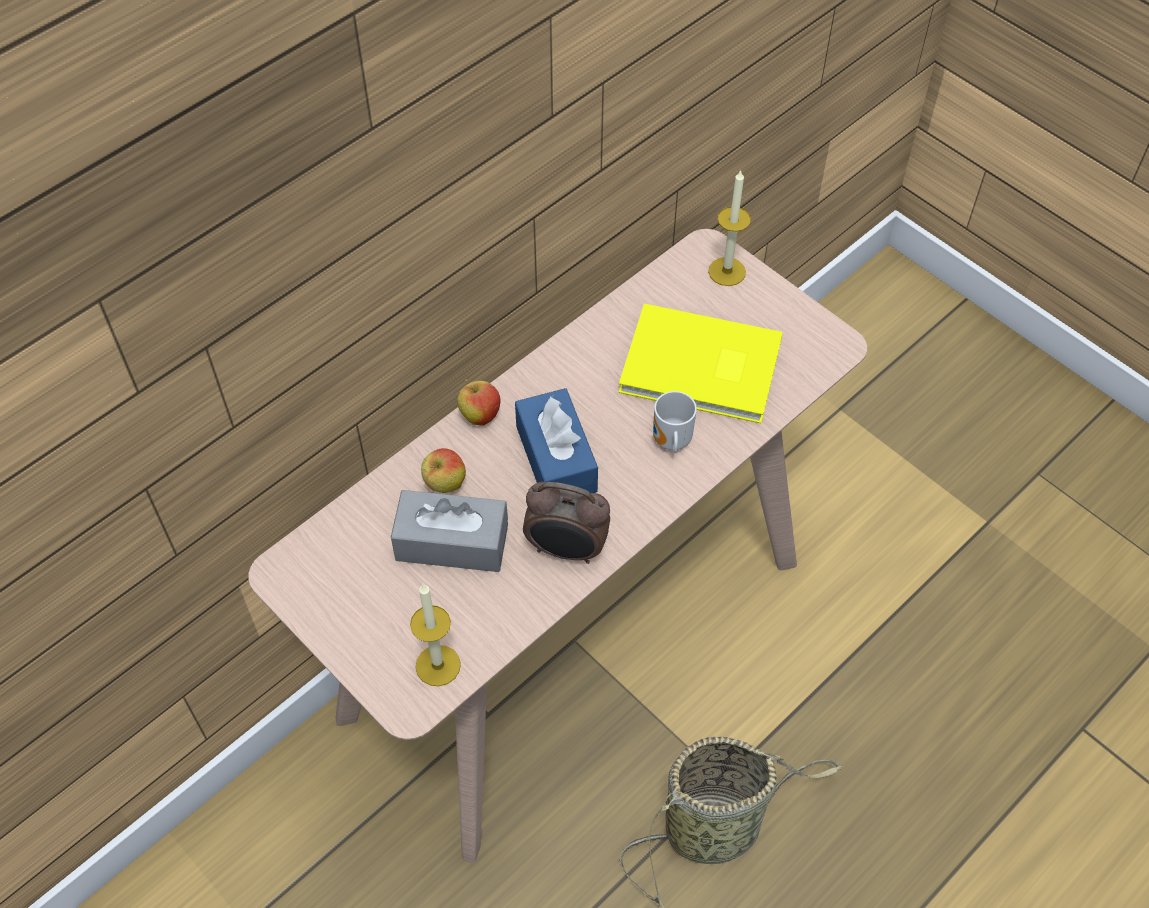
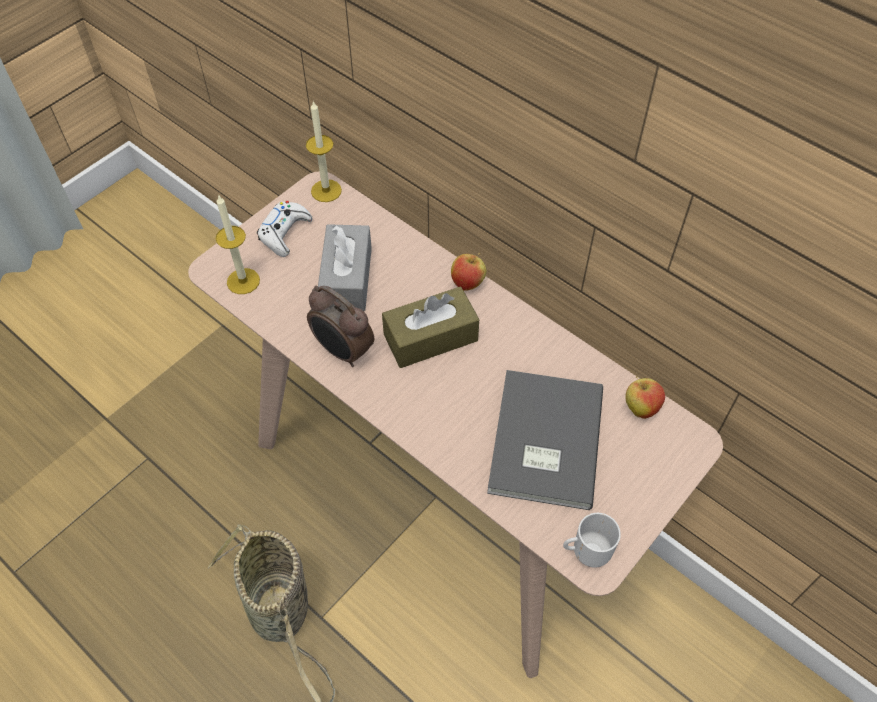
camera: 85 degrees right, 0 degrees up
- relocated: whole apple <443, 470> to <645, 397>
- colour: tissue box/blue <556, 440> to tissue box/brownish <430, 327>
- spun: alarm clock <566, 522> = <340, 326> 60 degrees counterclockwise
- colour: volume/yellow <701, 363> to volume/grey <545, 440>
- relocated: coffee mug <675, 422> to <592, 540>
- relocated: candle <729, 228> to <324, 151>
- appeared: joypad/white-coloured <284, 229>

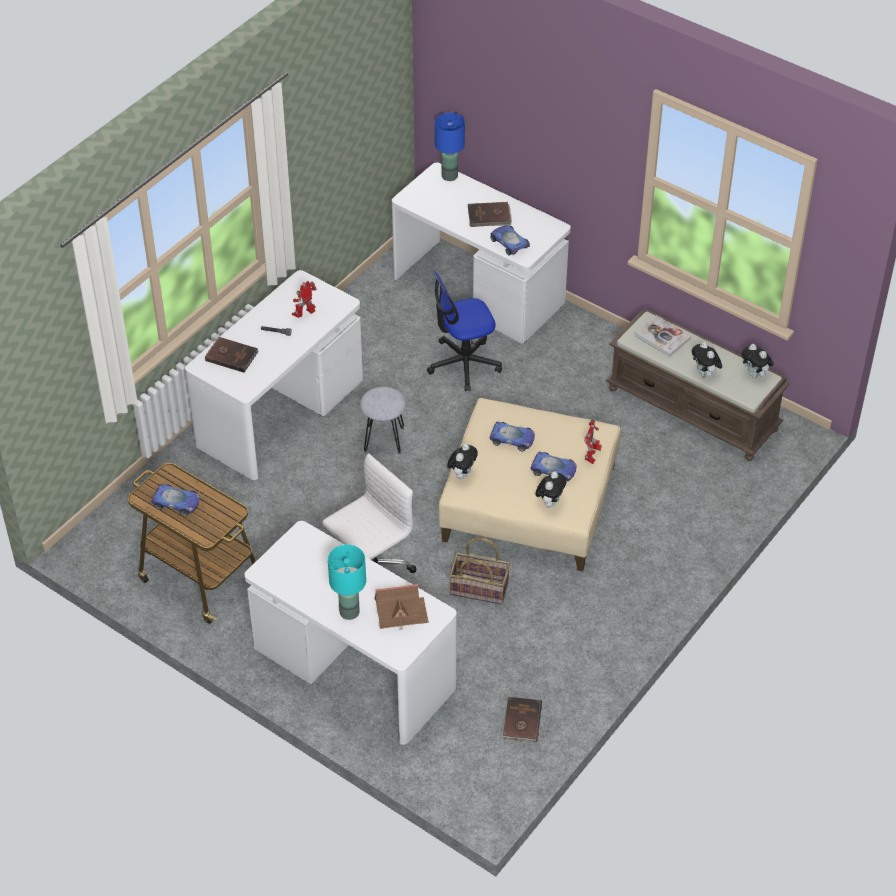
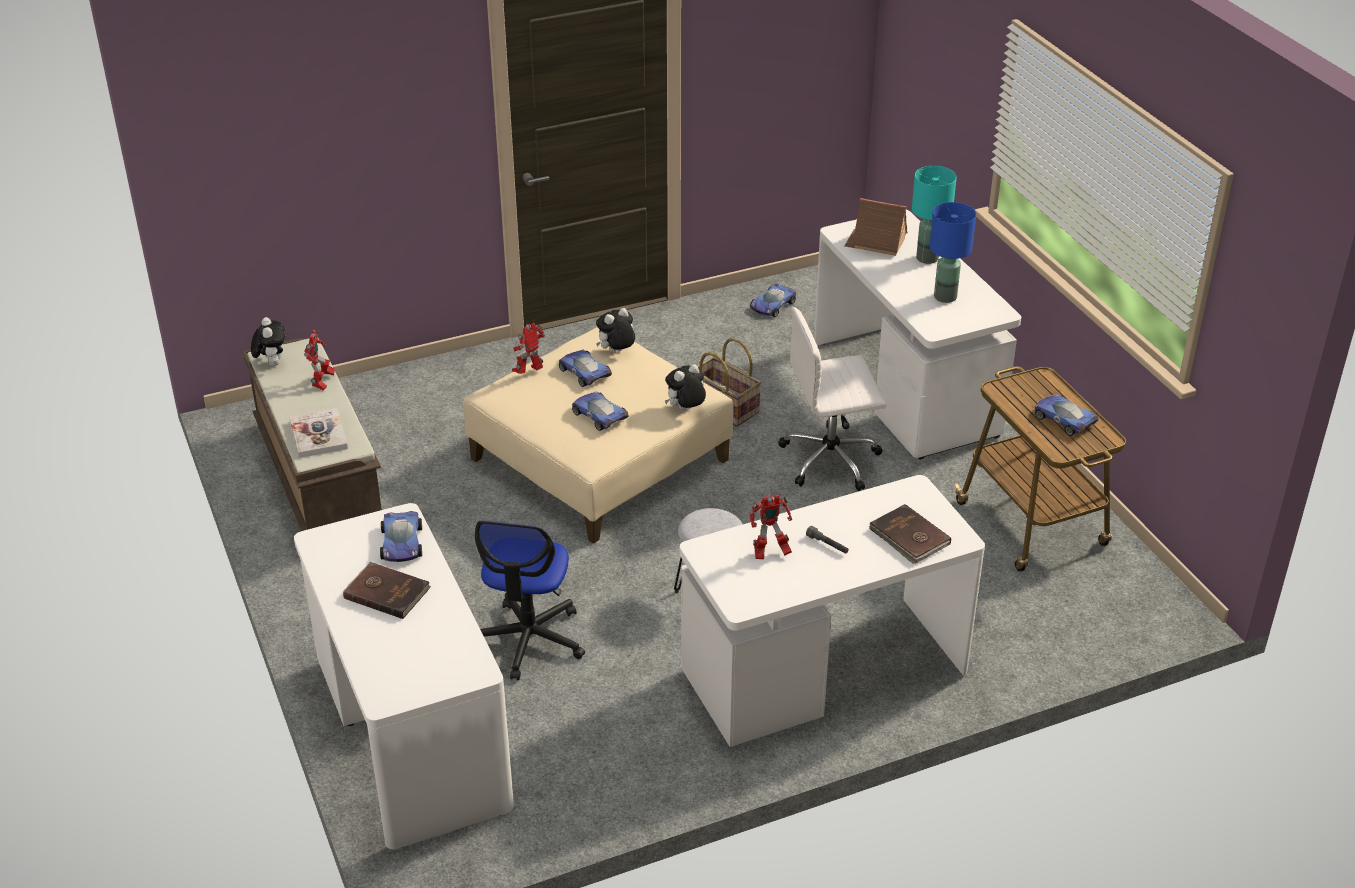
camera: 150 degrees left, 10 degrees down
- spun: office chair <464, 330> = <530, 600> 90 degrees clockwise
- relocated: lamp for a table/blue <450, 146> to <953, 252>
- exchanged: volume/brownish <521, 719> to miniature car <773, 300>
- exchanged: plush toy <707, 359> to robot figure <319, 359>

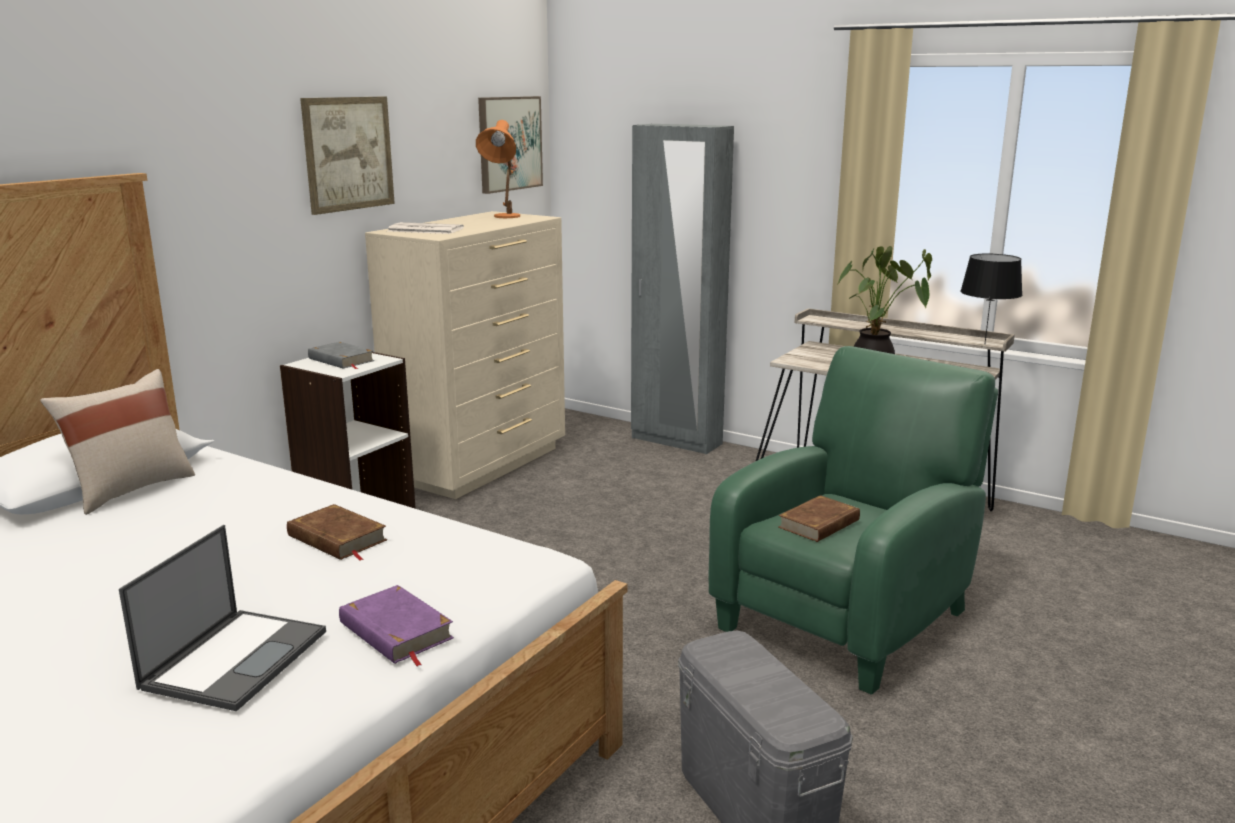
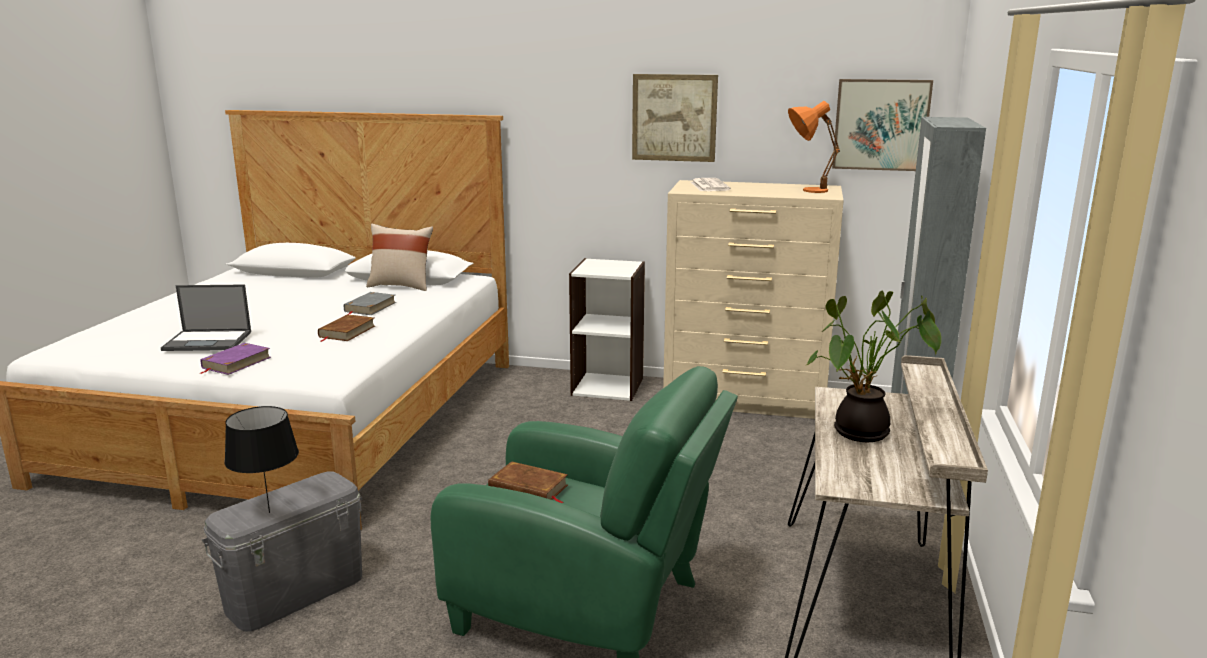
camera: 70 degrees right, 0 degrees up
- relocated: volume/grey <341, 355> to <370, 303>
- relocated: lamp for a table/blackish <991, 299> to <261, 459>

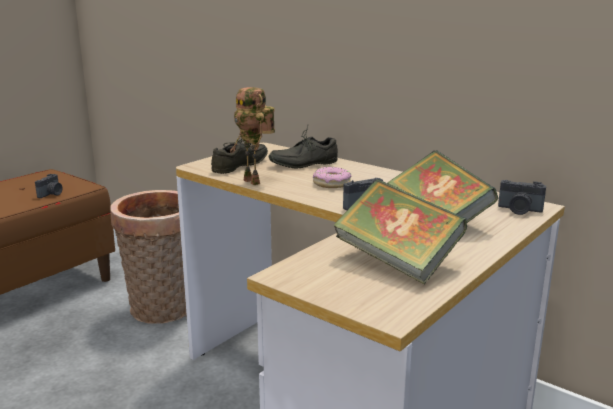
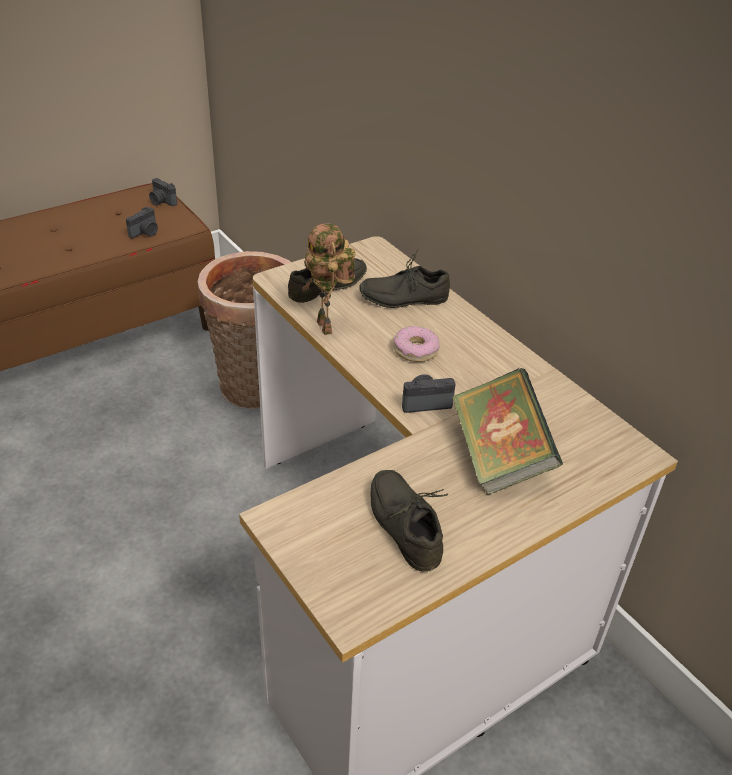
camera: 15 degrees right, 20 degrees up
- exchanged: volume <400, 232> to low shoe/grey <409, 521>
- relocated: still camera <522, 197> to <163, 192>

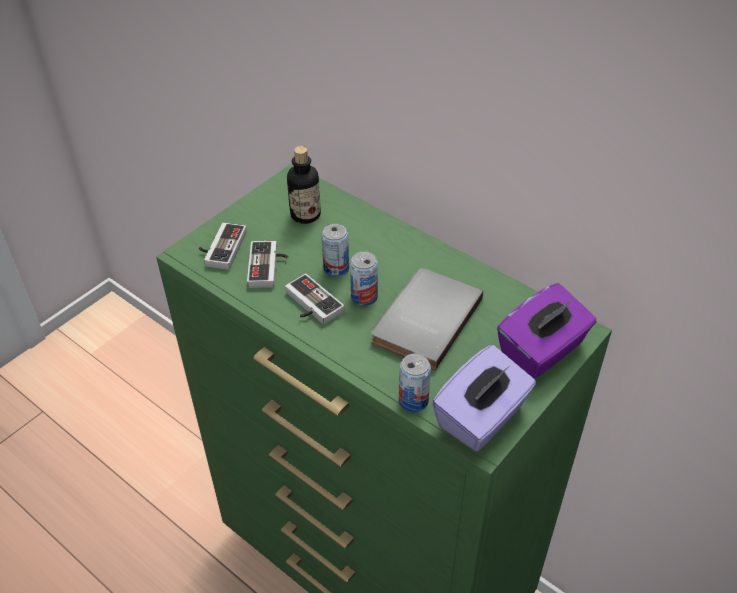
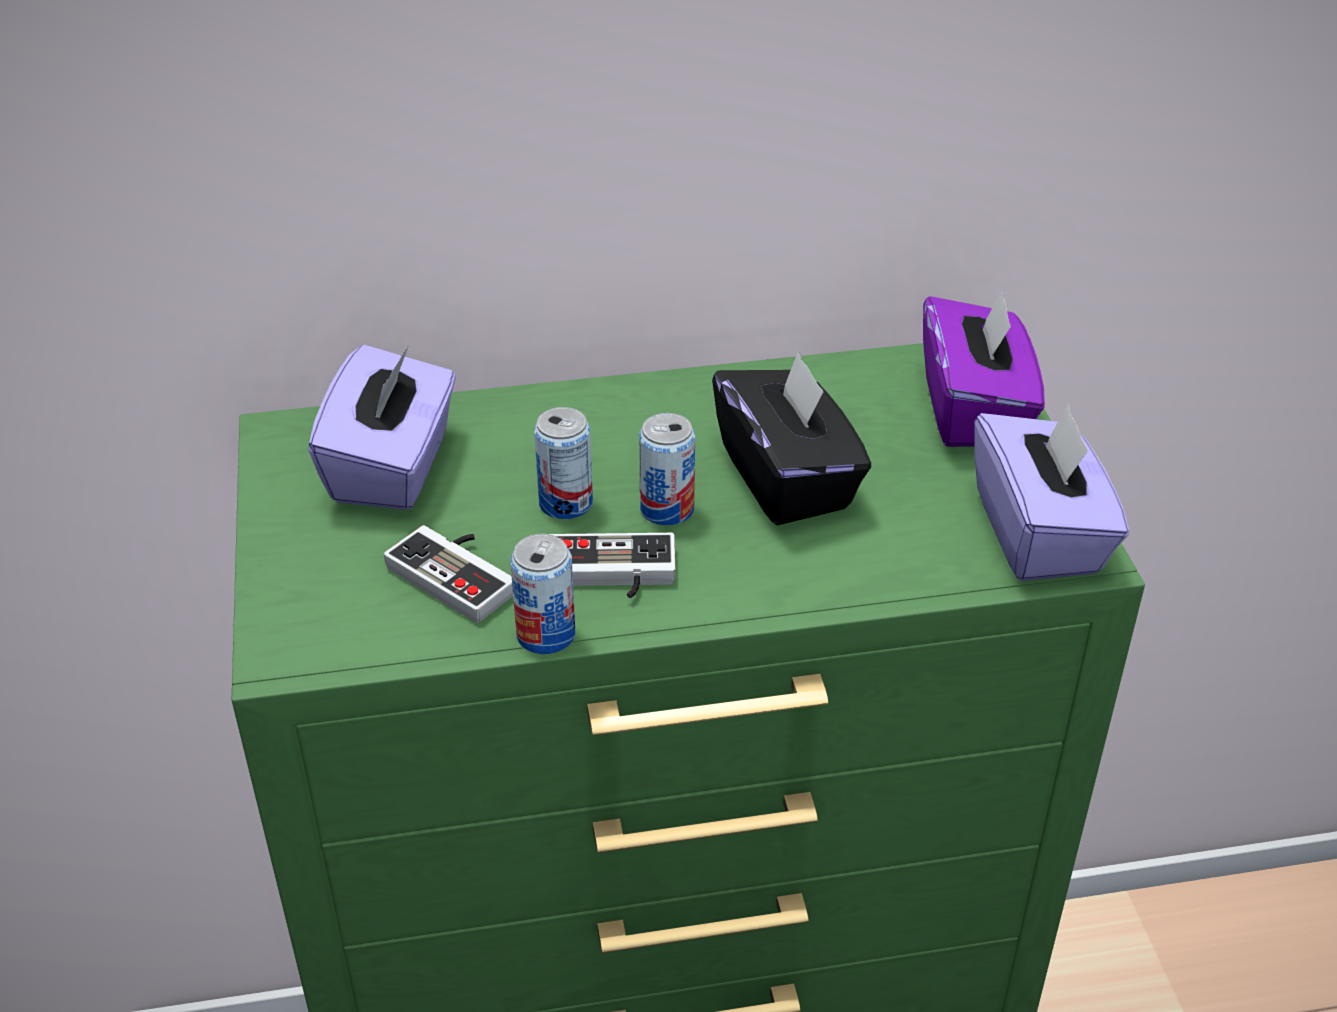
camera: 50 degrees left, 5 degrees down
- missing: joypad <223, 246>
- exchanged: drink bottle <304, 185> to tissue box/purple <382, 427>
- exchanged: volume/grey <427, 319> to tissue box/blackish <791, 438>
- relocated: sealed can <415, 383> to <542, 594>

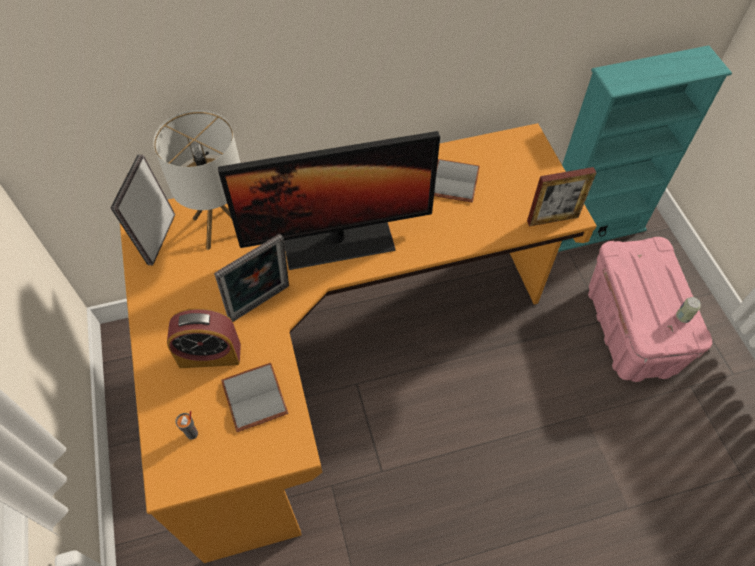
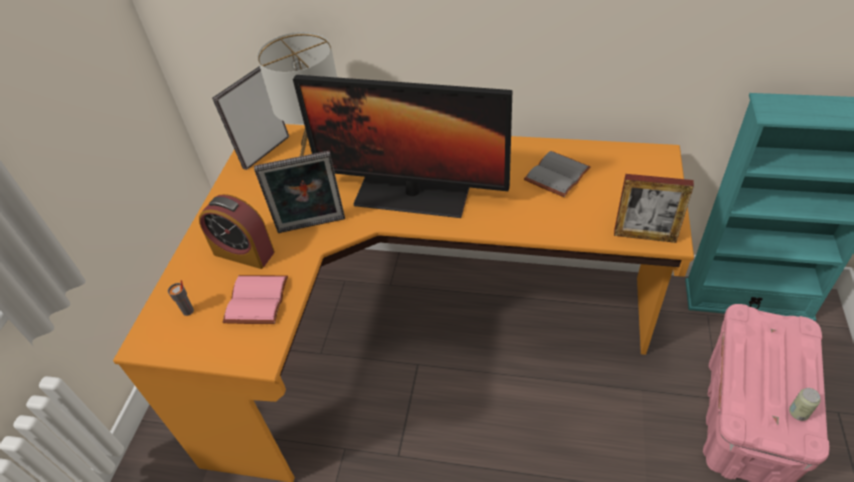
camera: 30 degrees right, 10 degrees down
- colour: volume/grey <254, 397> to volume/pinkish <255, 299>

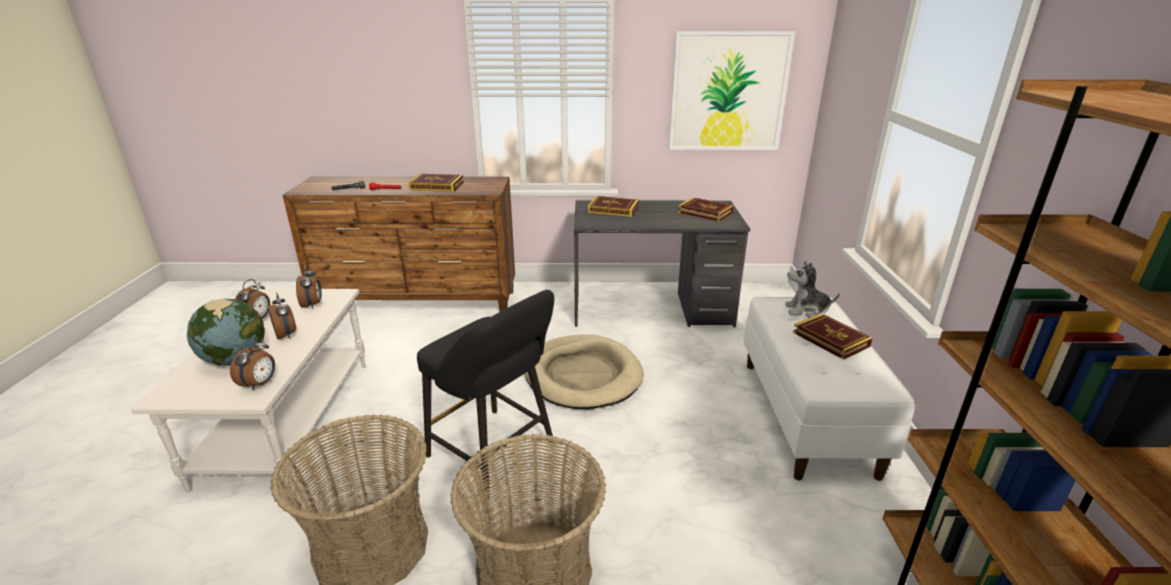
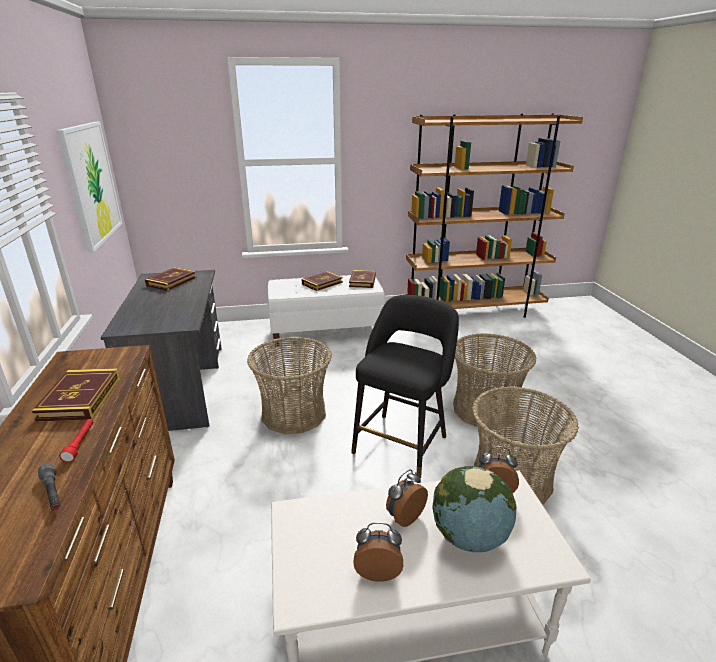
camera: 100 degrees left, 0 degrees up
- missing: alarm clock <309, 287>
- exchanged: dog cushion/beige <584, 372> to household basket <289, 385>
- relocated: volume <613, 206> to <362, 279>
- missing: plush toy <812, 289>

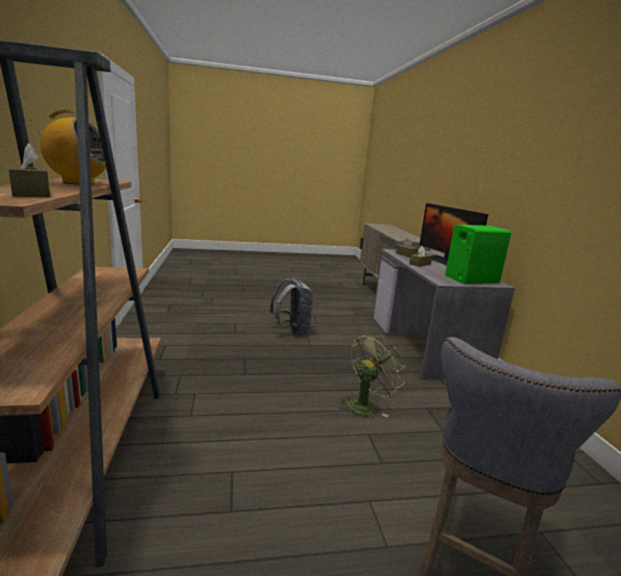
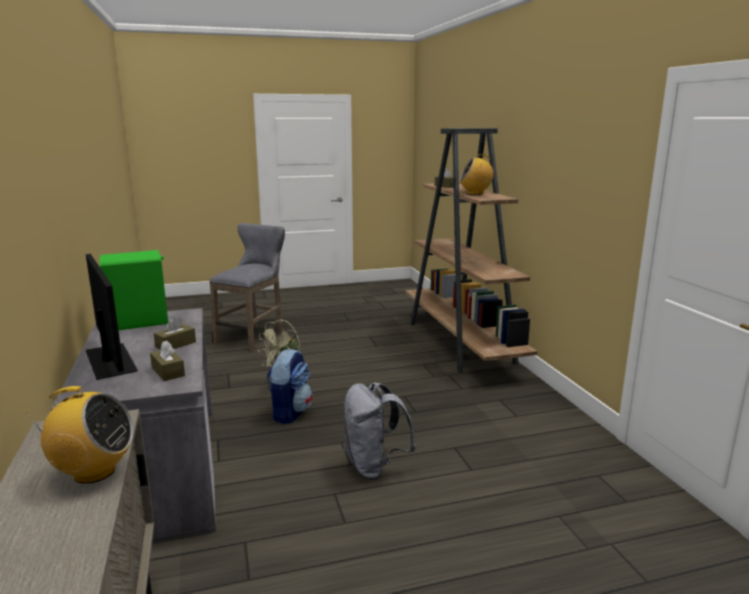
camera: 175 degrees right, 0 degrees up
- appeared: radio <80, 435>
- appeared: knapsack <289, 386>

